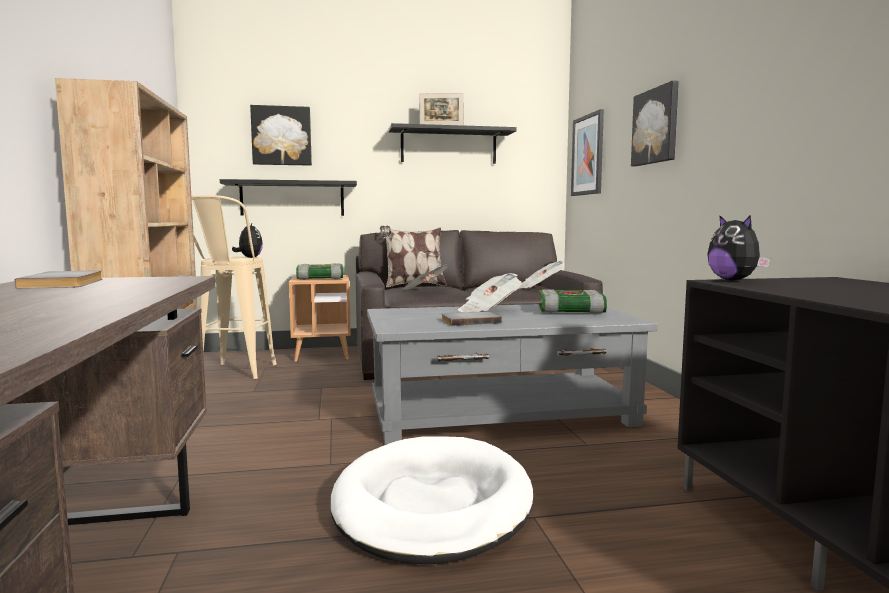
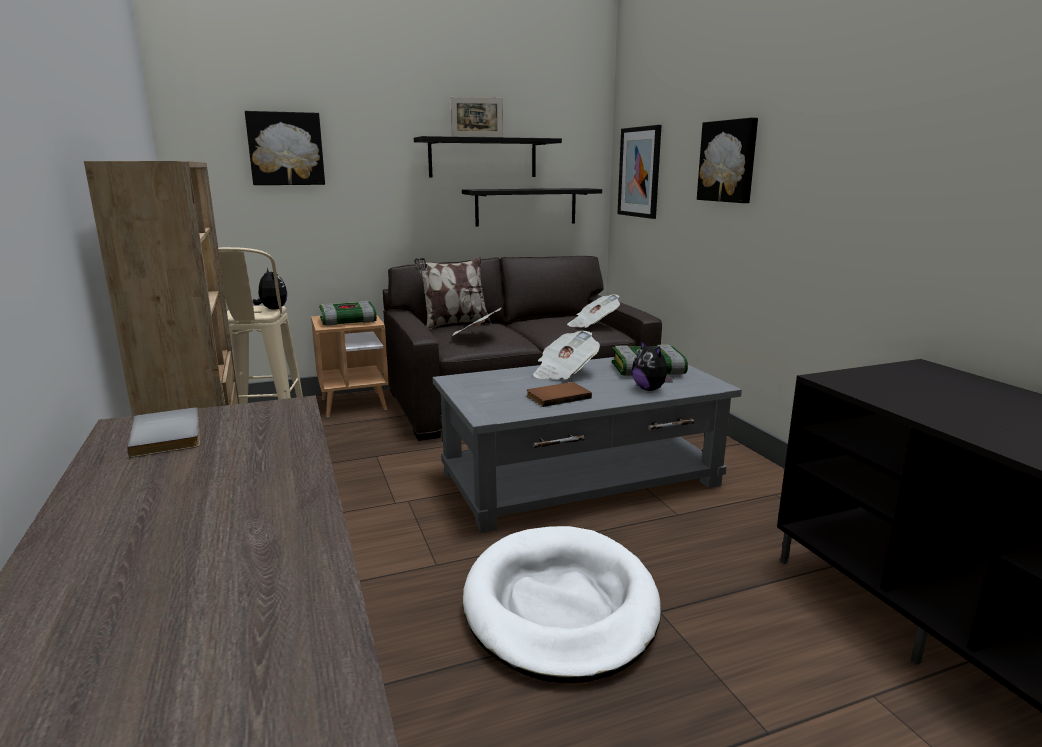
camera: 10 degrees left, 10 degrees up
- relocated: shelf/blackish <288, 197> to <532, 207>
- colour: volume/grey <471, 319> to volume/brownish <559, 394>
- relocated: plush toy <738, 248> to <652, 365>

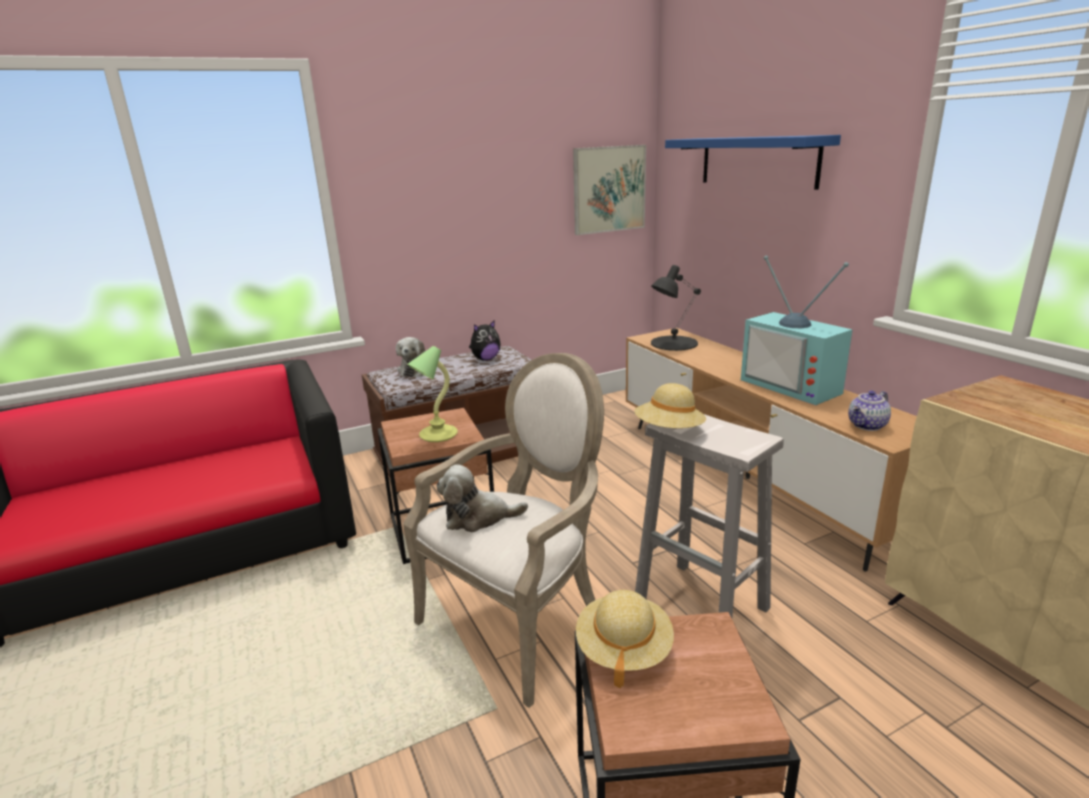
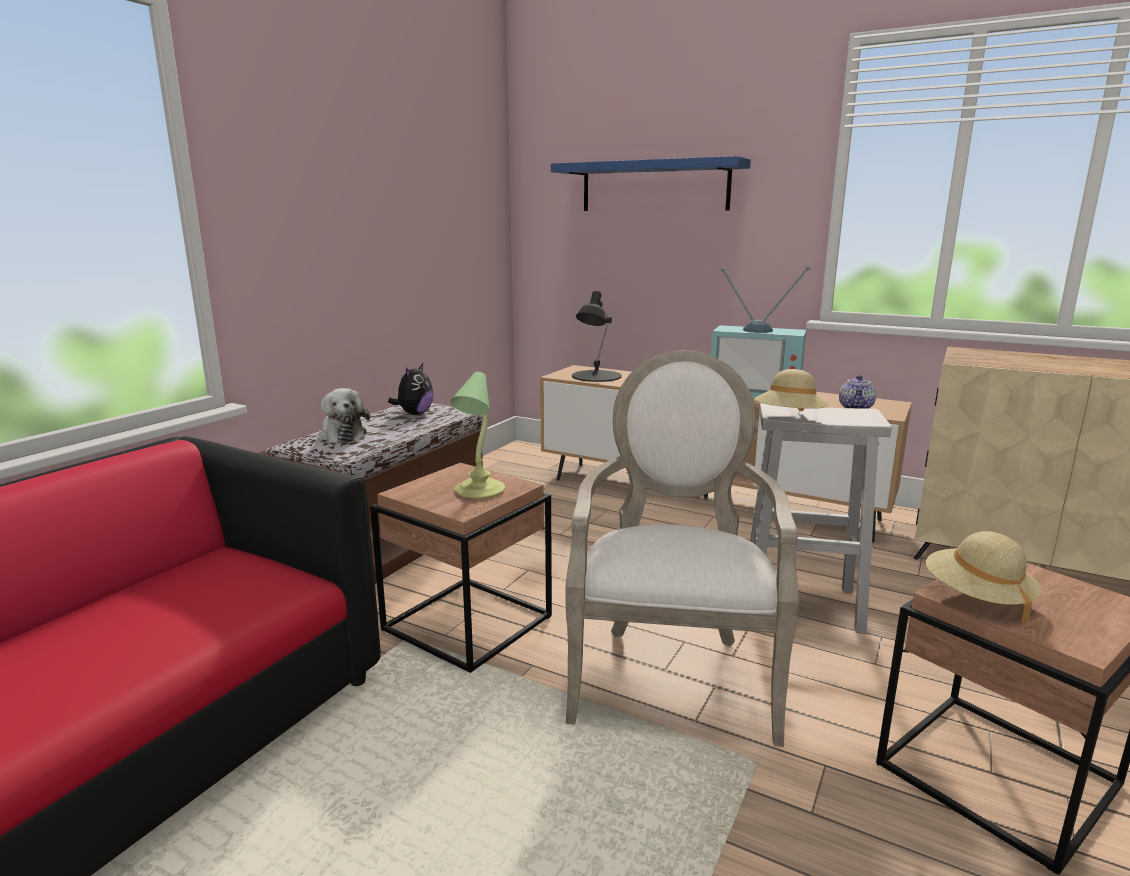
camera: 35 degrees left, 5 degrees down
- missing: plush toy <482, 498>
- missing: wall picture <609, 190>

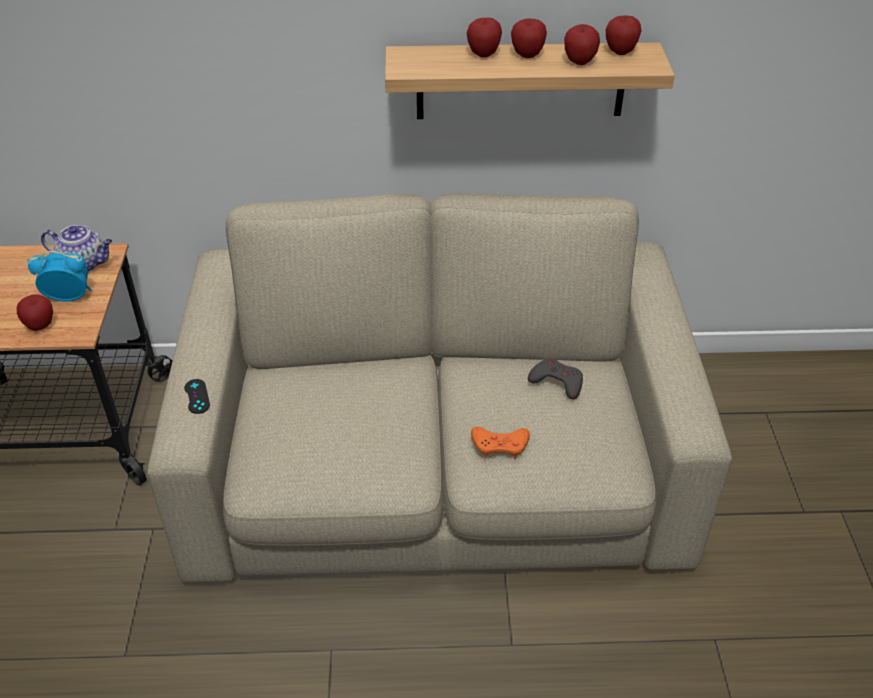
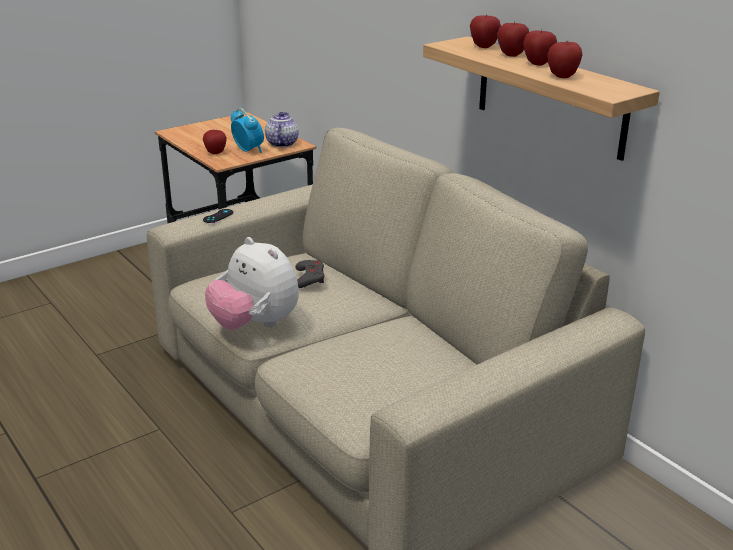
camera: 55 degrees right, 15 degrees down
- spun: pot for tea <76, 248> = <282, 129> 150 degrees counterclockwise
- missing: joypad/orange <500, 443>
- relocated: joypad/grey <555, 379> to <310, 274>
- relocated: whole apple <623, 35> to <485, 31>
- appeared: plush toy <252, 283>

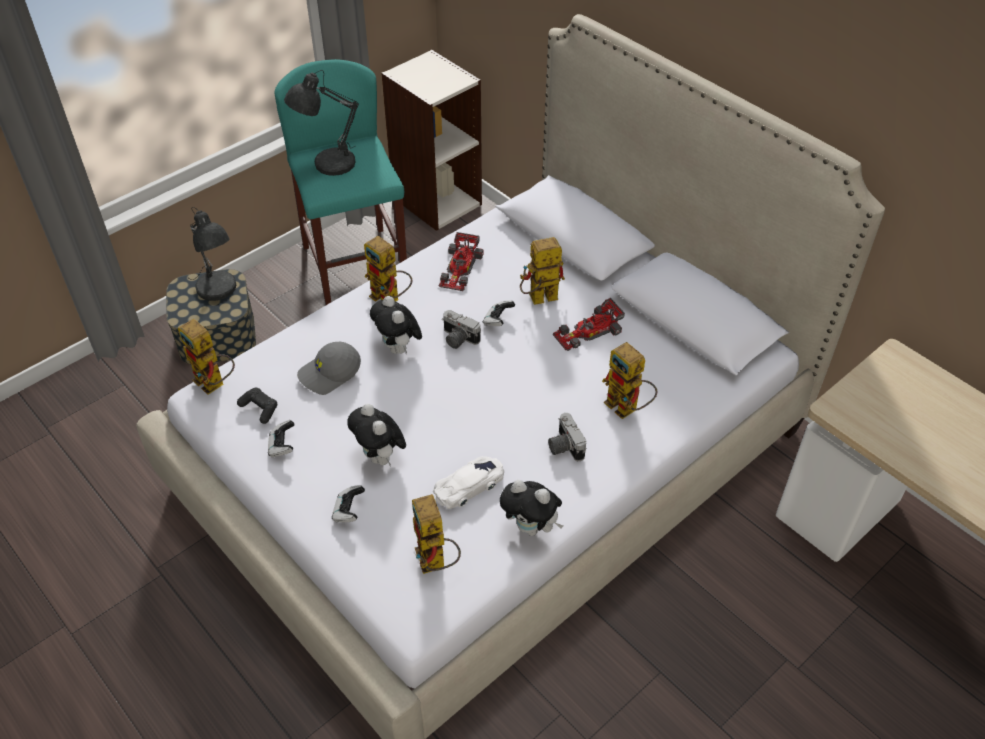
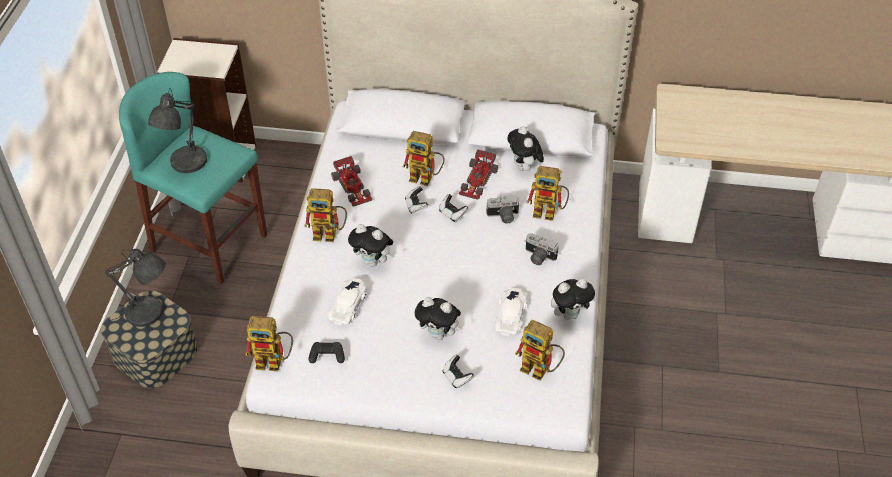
camera: 40 degrees left, 0 degrees up
- relocated: joypad <281, 439> to <453, 208>
- exchanged: peaked cap/grey <329, 368> to miniature car/white-coloured <347, 301>
- relocated: still camera <461, 329> to <503, 209>
- spun: robot figure <542, 271> = <424, 158> 105 degrees counterclockwise
- appeared: plush toy <525, 148>

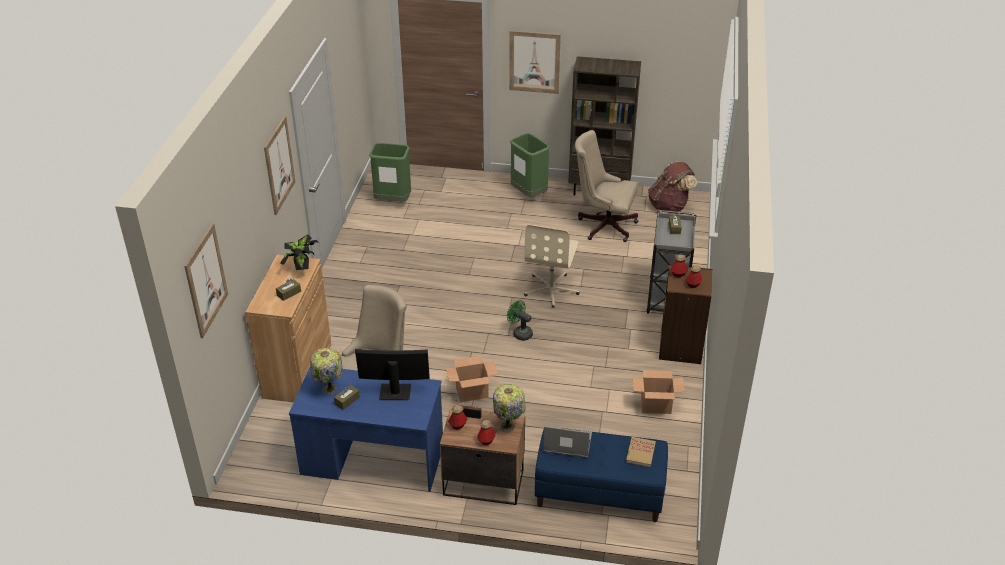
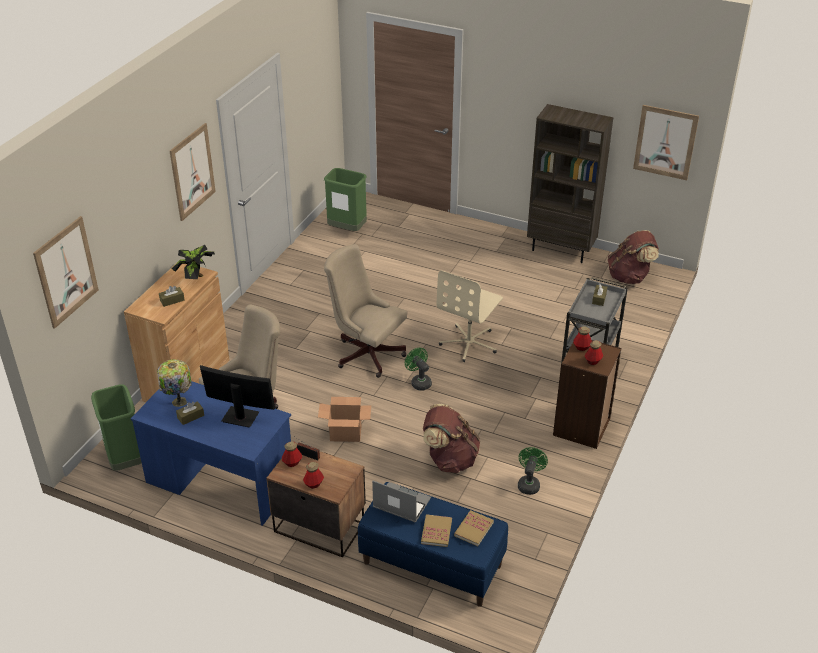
camera: 15 degrees right, 0 degrees up
- missing: lamp for a table <509, 408>
- relocated: wall picture <535, 62> to <666, 142>
- relocated: rubbish bin/green-coloured <530, 165> to <116, 427>
- relocated: office chair/beige <606, 186> to <365, 311>
- exchanged: cardboard box <659, 392> to cooling fan/green-coloured <533, 471>
- appeared: volume <436, 530>
- appeared: knapsack/brownish <451, 438>

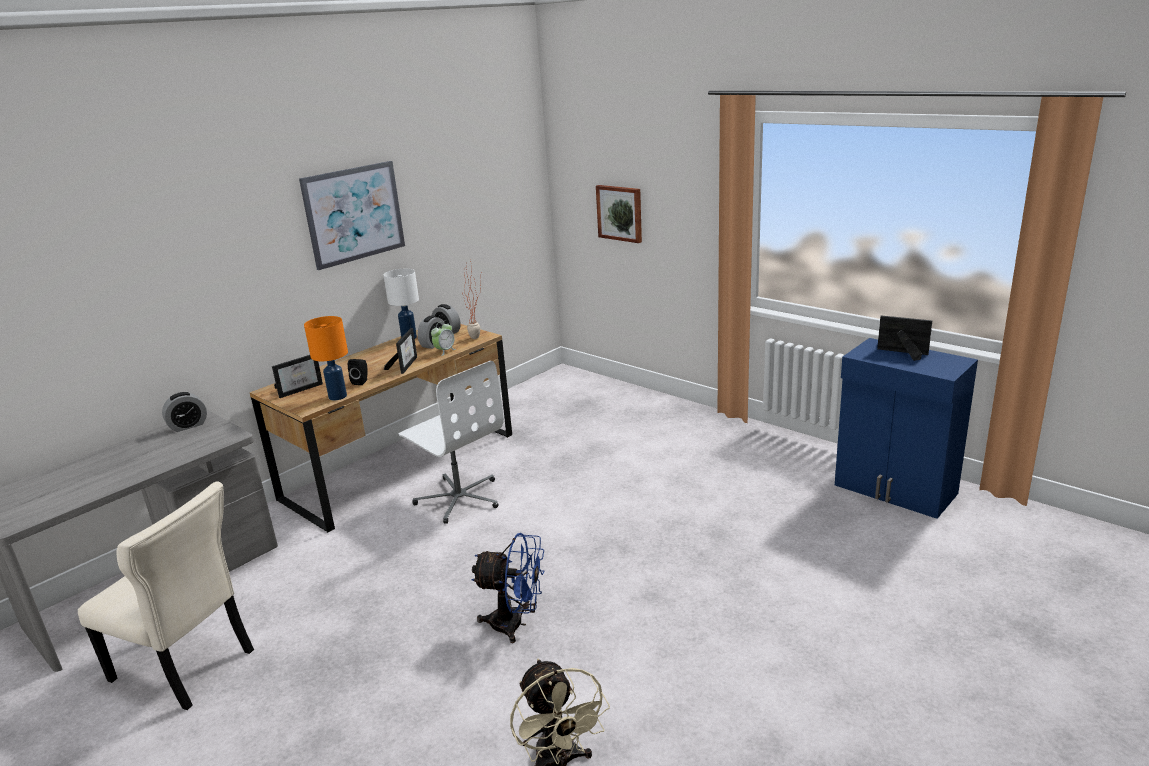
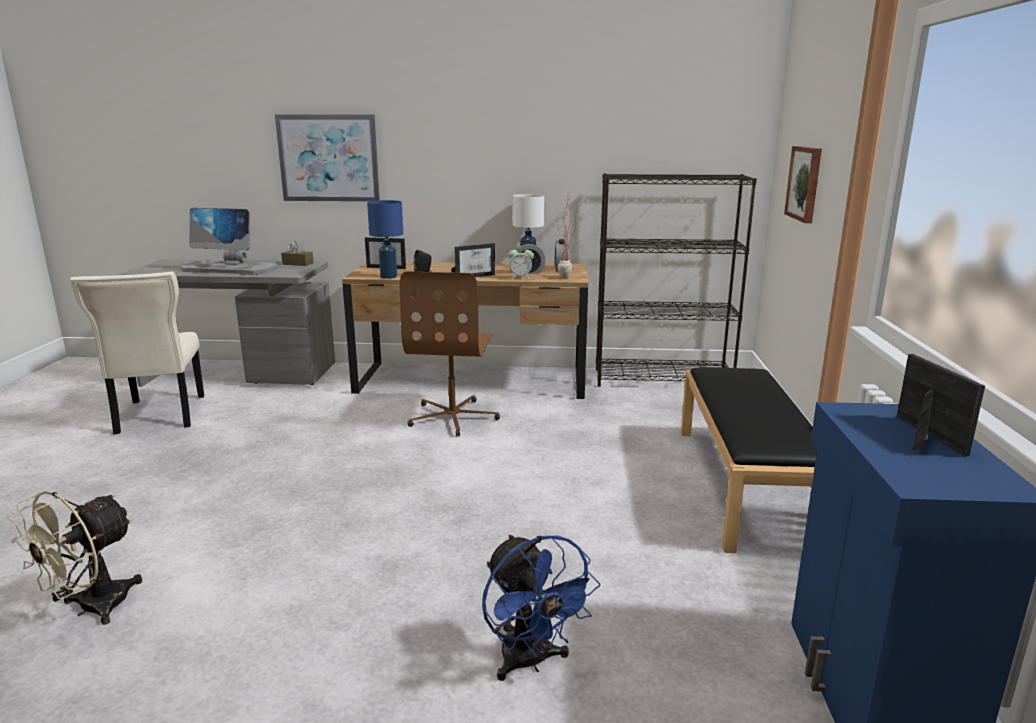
camera: 50 degrees right, 5 degrees down
- exchanged: alarm clock <184, 412> to tissue box/brownish <297, 253>
- relocated: wall picture <352, 215> to <327, 158>
- colour: lamp for a table/orange <326, 358> to lamp for a table/blue <385, 239>
- colour: office chair/white-coloured <451, 442> to office chair/brownish <450, 353>
- relocated: cooling fan/blue <507, 588> to <541, 608>
- appeared: monitor <229, 241>
- appeared: shelving unit/blackish <676, 280>
- appeared: long seat/blackish <749, 460>

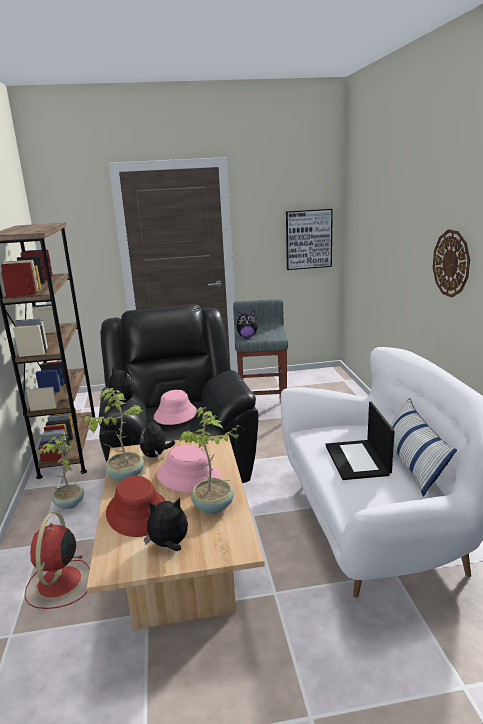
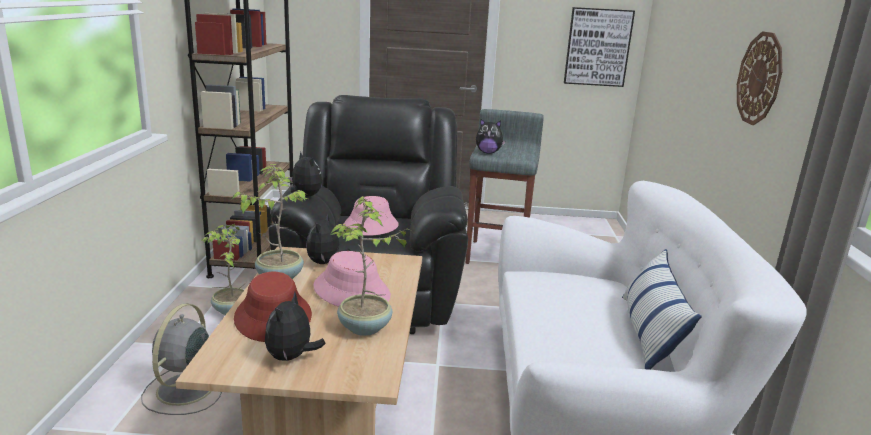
camera: 10 degrees right, 0 degrees up
- colour: cooling fan/reddish <57, 560> to cooling fan/grey <181, 359>
- spun: plush toy <166, 524> = <295, 326> 75 degrees counterclockwise
- missing: notebook computer <360, 440>

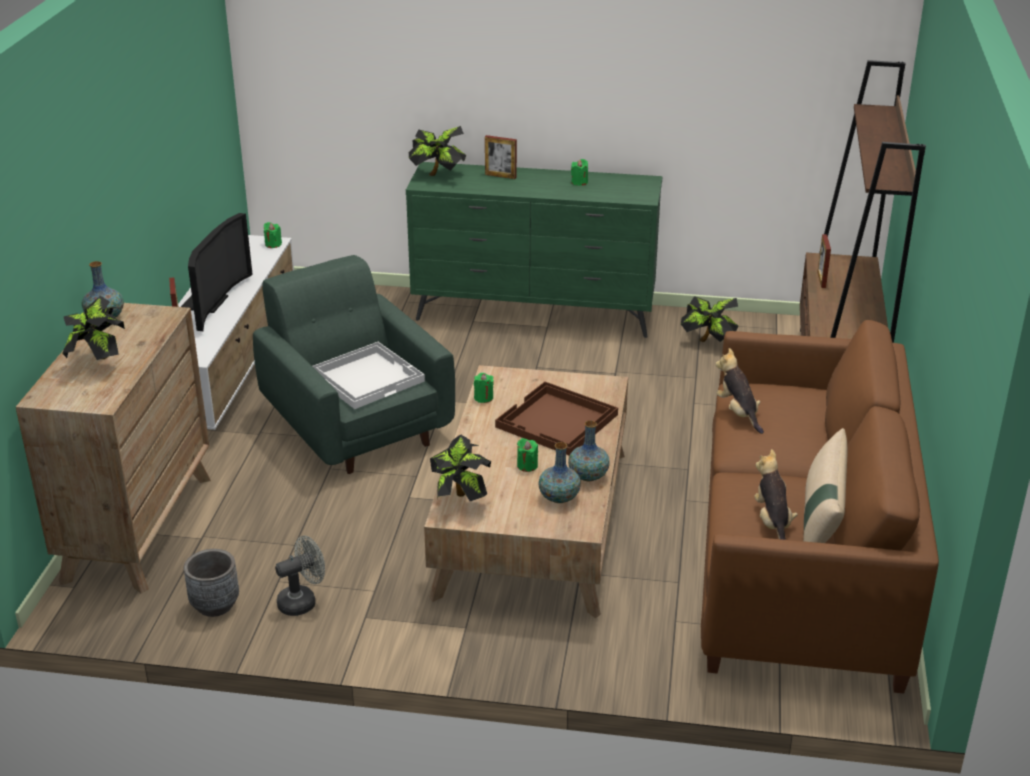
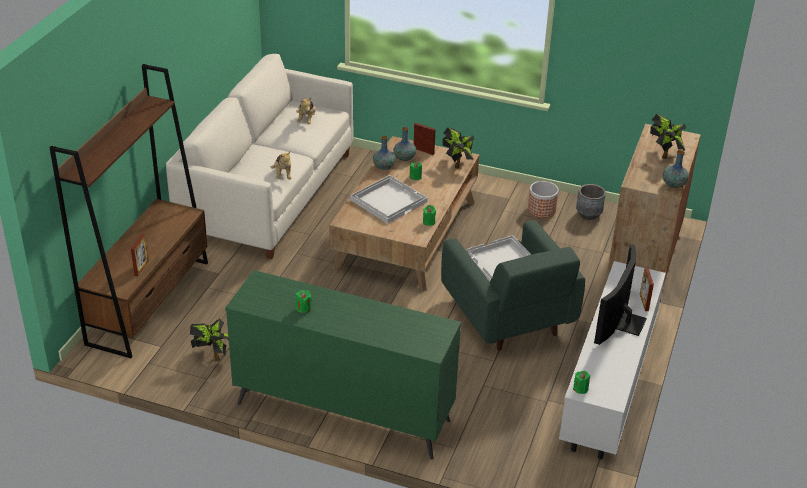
camera: 170 degrees left, 5 degrees up
- exchanged: cooling fan/grey <300, 576> to flower pot <543, 199>
- missing: plant in a pot <438, 151>
- relocated: picture frame <501, 157> to <424, 139>
- colour: tray/brownish <556, 418> to tray/white-coloured <389, 199>
- colour: couch/brownish <820, 507> to couch/white-coloured <259, 156>
- missing: cushion/beige <825, 485>

